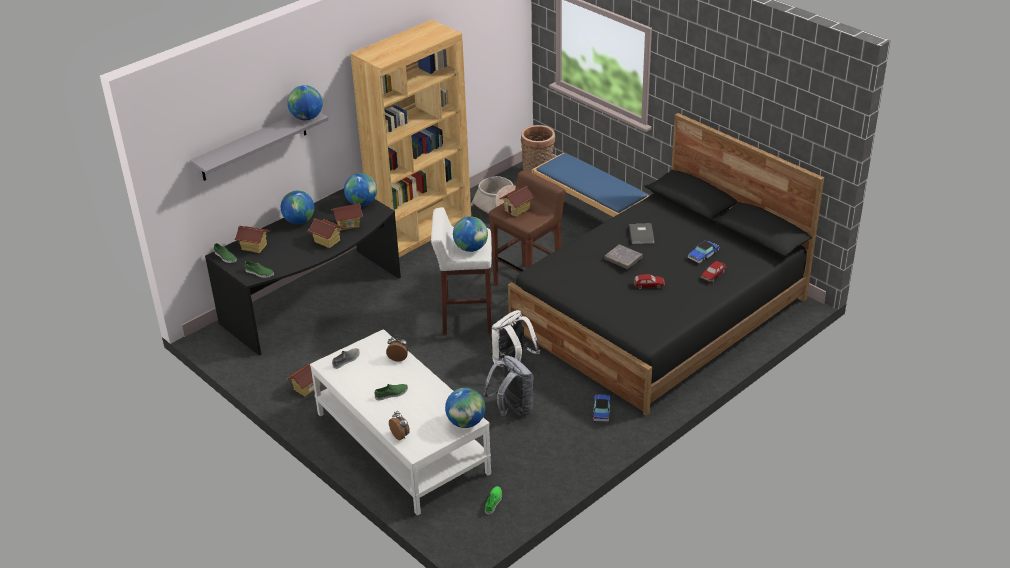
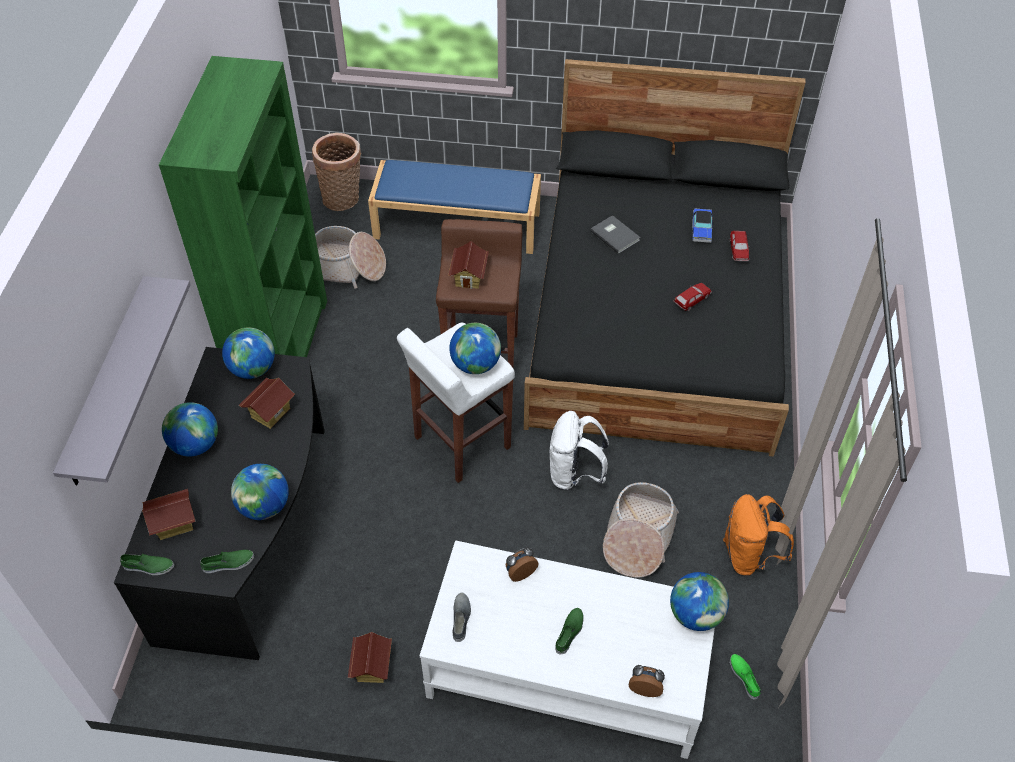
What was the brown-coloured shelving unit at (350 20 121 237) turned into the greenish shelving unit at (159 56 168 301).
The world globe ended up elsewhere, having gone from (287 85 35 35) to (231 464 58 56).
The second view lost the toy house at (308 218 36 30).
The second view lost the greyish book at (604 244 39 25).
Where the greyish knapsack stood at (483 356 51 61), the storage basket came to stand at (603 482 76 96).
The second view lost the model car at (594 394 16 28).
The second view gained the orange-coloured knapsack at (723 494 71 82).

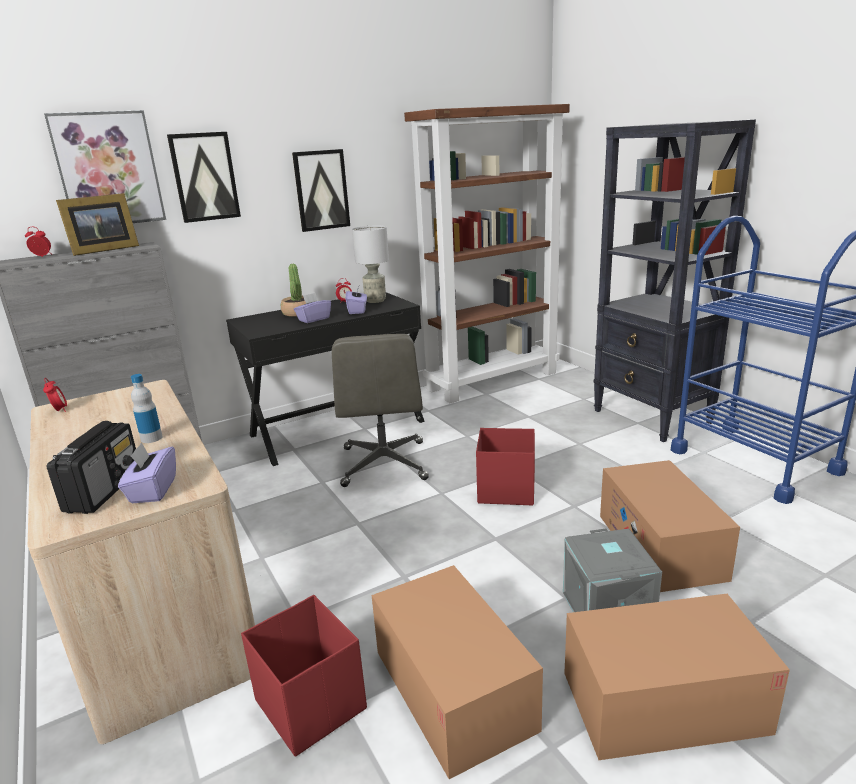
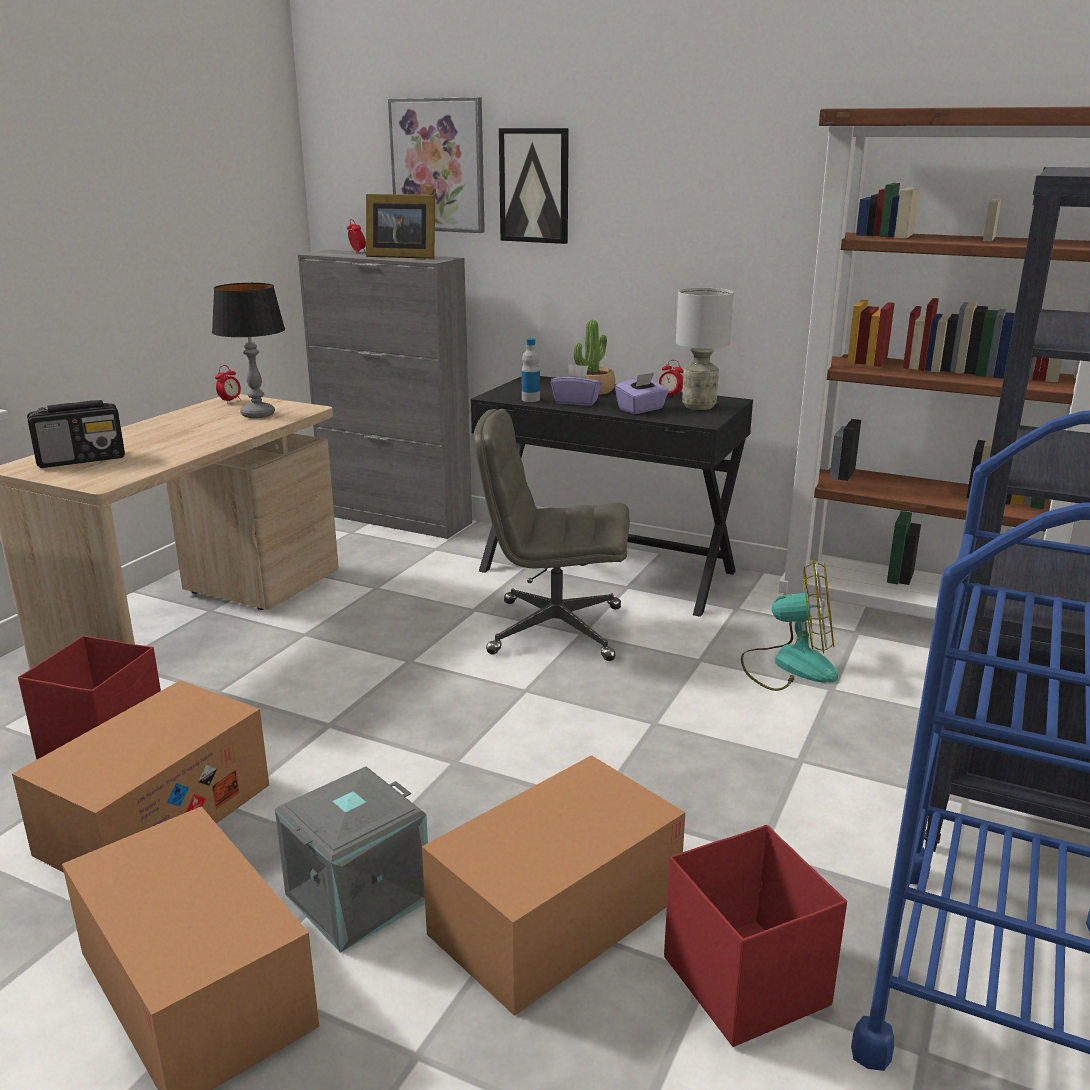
The second view lost the picture at (292 149 58 83).
The greyish office chair at (332 334 97 153) ended up facing another way, 45 degrees clockwise from before.
The bottle ended up elsewhere, having gone from (131 374 32 69) to (521 338 19 64).
The reddish storage bin ended up elsewhere, having gone from (476 428 59 77) to (664 825 183 222).
The second view lost the purple box of tissues at (118 442 58 61).
The second view gained the table lamp at (212 283 73 135).
The second view gained the fan at (741 558 97 133).

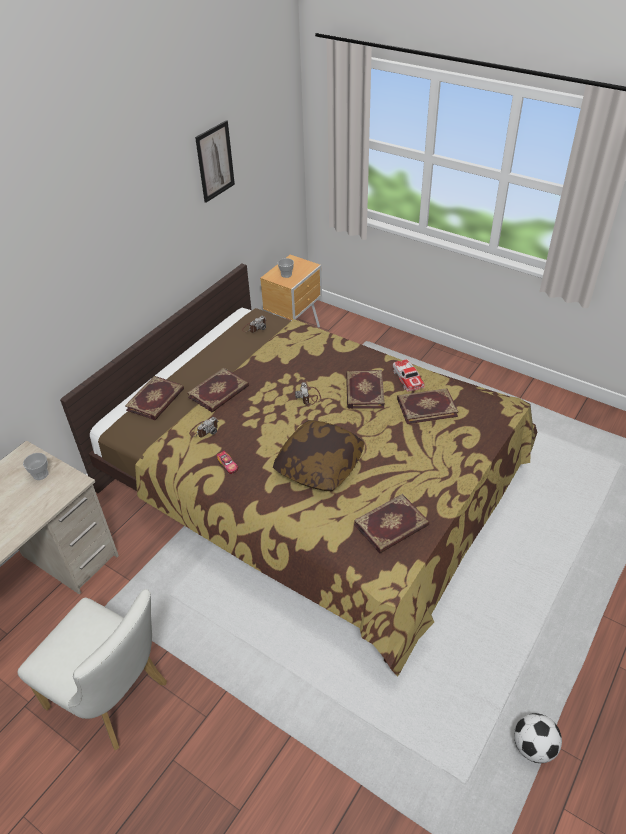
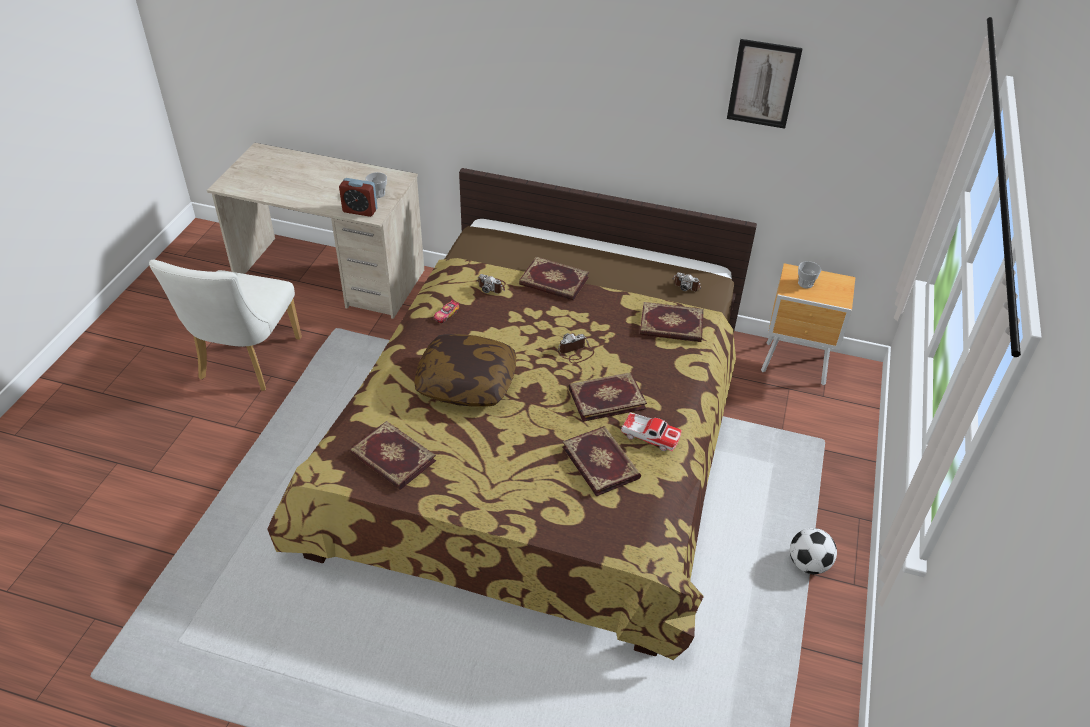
The model car at (393 359 32 33) ended up facing another way, 120 degrees counterclockwise from before.
The book ended up elsewhere, having gone from (125 376 59 44) to (640 302 64 40).
The football ended up elsewhere, having gone from (514 713 48 50) to (790 528 47 46).
The second view gained the table clock at (339 178 38 39).

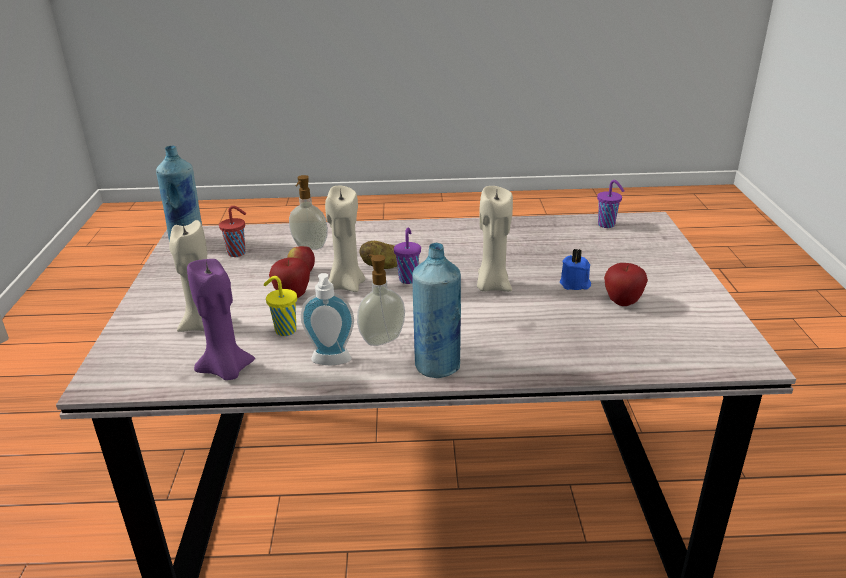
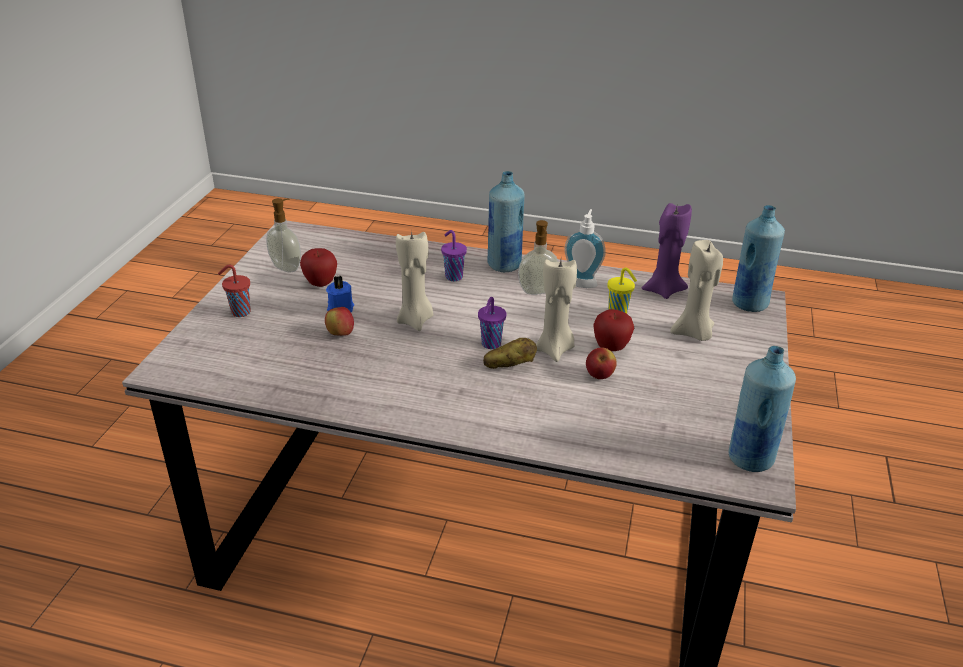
The soap dispenser ended up elsewhere, having gone from (289 175 39 75) to (266 198 35 74).
The purple cup ended up elsewhere, having gone from (597 180 28 48) to (441 230 26 51).
The reddish cup ended up elsewhere, having gone from (219 206 27 51) to (218 265 33 52).
The second view gained the bluish bottle at (732 205 53 107).
The second view gained the apple at (325 307 29 29).

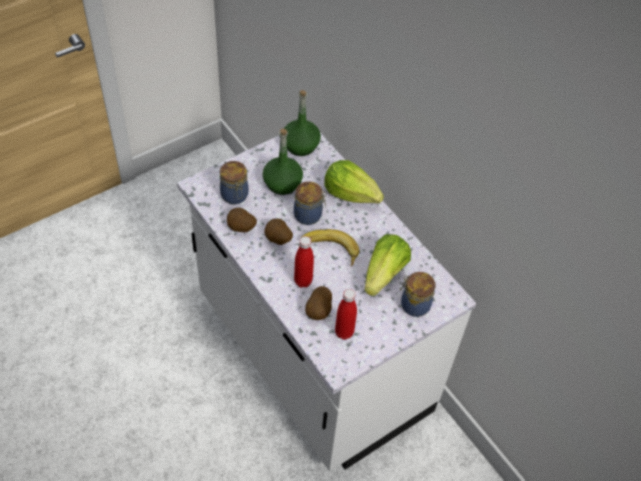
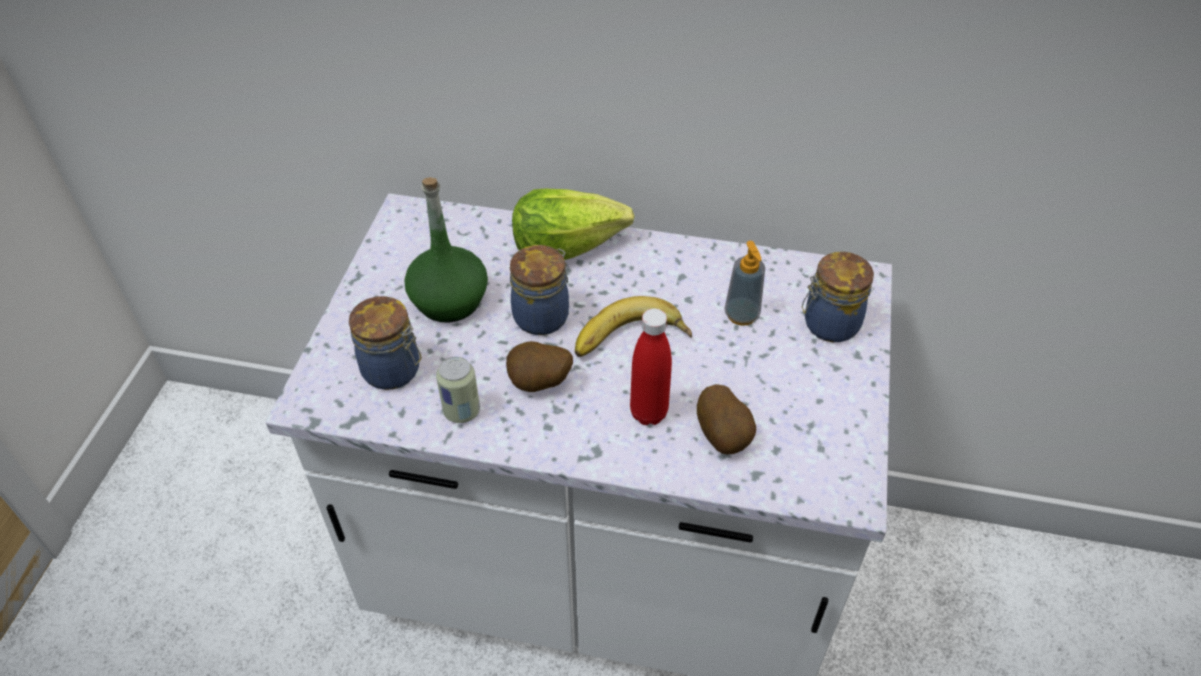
The second view lost the greenish bottle at (284 90 37 66).
Where the spud stood at (227 208 30 25), the sealed can came to stand at (436 357 44 66).
Where the lettuce head stood at (365 234 46 62), the soap dispenser came to stand at (724 241 41 85).
The second view lost the reddish bottle at (335 289 22 51).

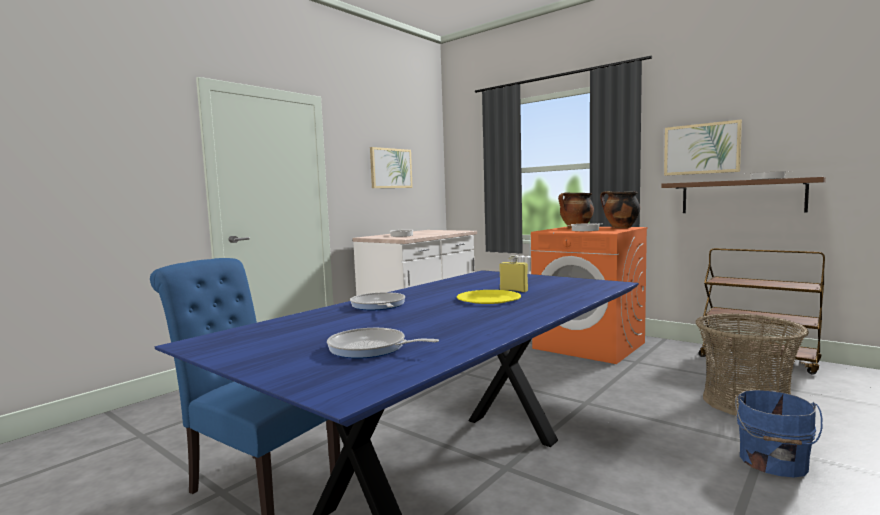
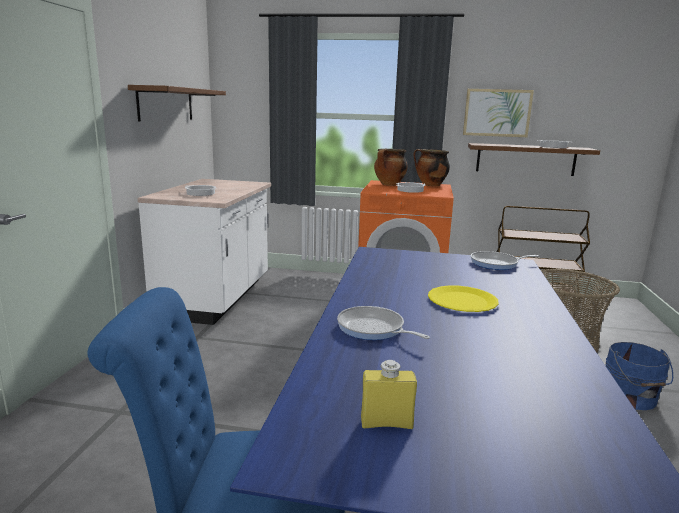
Where the picture hung at (370 147 43 41), the brown-coloured wall shelf came to hang at (128 85 98 36).
The yellowish bottle ended up elsewhere, having gone from (499 255 29 37) to (361 360 56 69).
The frying pan ended up elsewhere, having gone from (327 328 112 31) to (471 251 67 19).

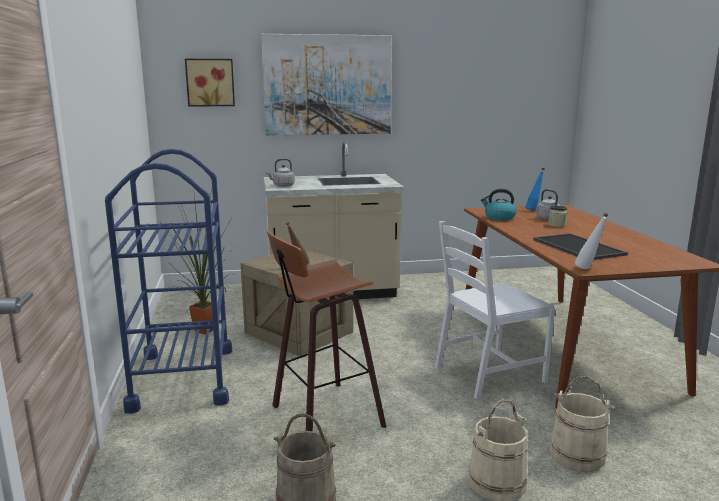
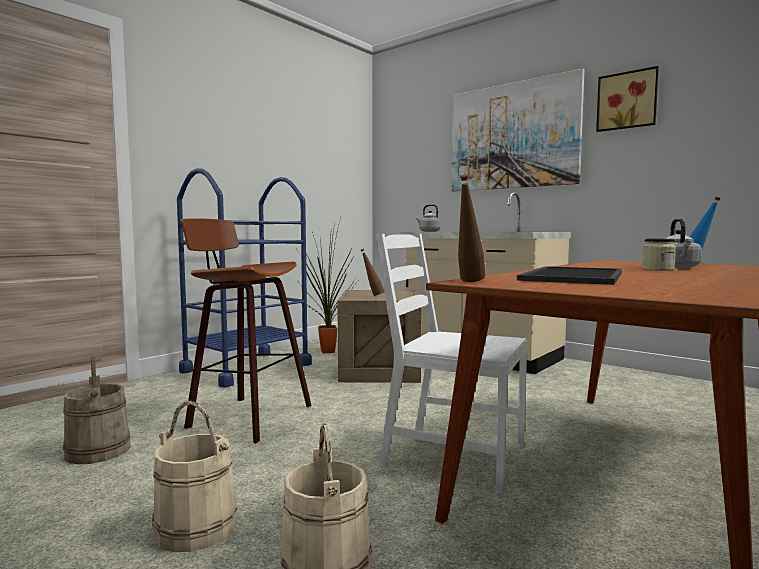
The picture ended up elsewhere, having gone from (185 59 50 48) to (596 66 63 66).
The second view lost the tea kettle at (481 188 36 32).
What was the white bottle at (575 212 34 57) turned into the brown-coloured bottle at (458 174 27 108).

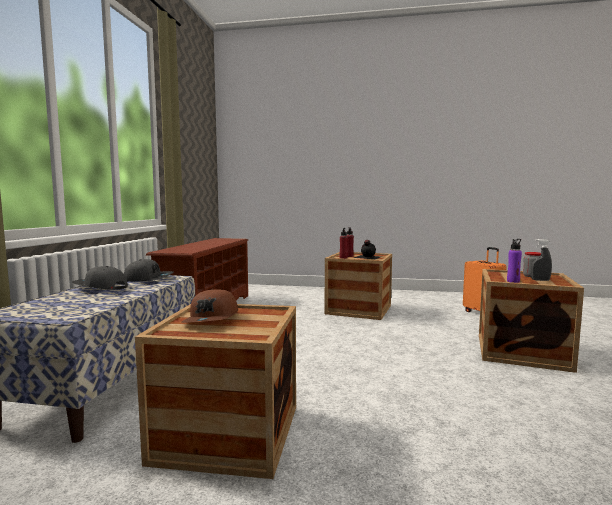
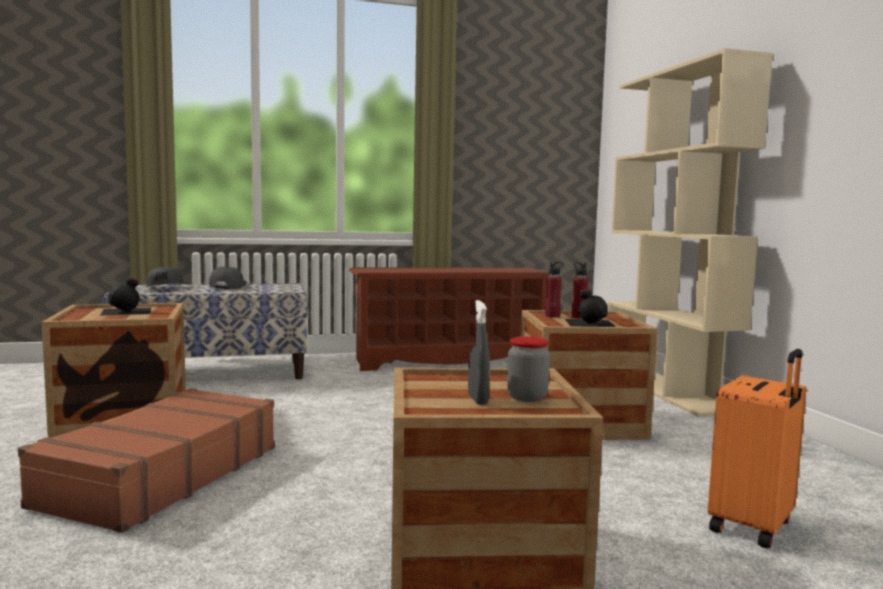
The second view lost the purple bottle at (507 239 15 44).
The greyish peaked cap ended up elsewhere, having gone from (124 259 49 23) to (146 266 37 21).
Where the brown-coloured peaked cap stood at (181 289 57 34), the black bottle came to stand at (100 277 51 39).
The second view gained the sand-coloured shelving unit at (607 48 166 369).
The second view gained the brown-coloured suitcase at (18 388 257 145).

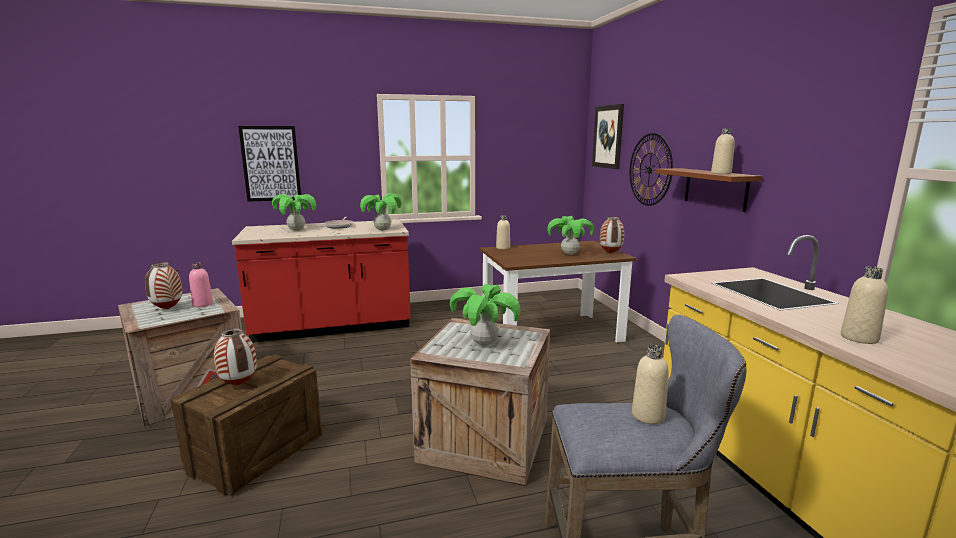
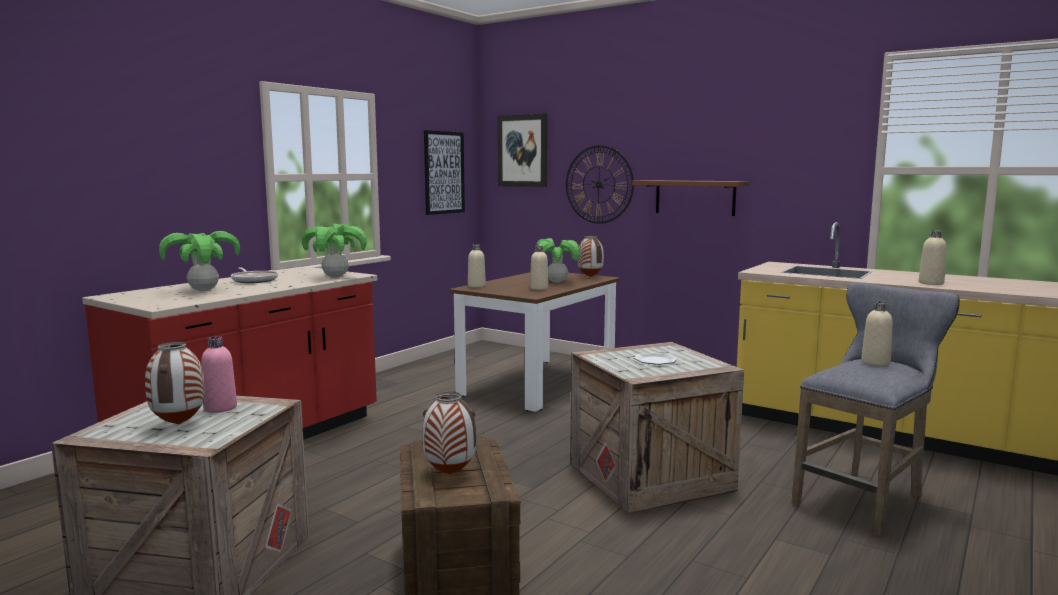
The picture ended up elsewhere, having gone from (238 126 63 76) to (424 130 41 85).
The sand-coloured bottle ended up elsewhere, having gone from (711 128 24 46) to (530 246 18 44).
Where the potted plant stood at (450 284 70 62), the dinner plate came to stand at (634 353 43 12).

